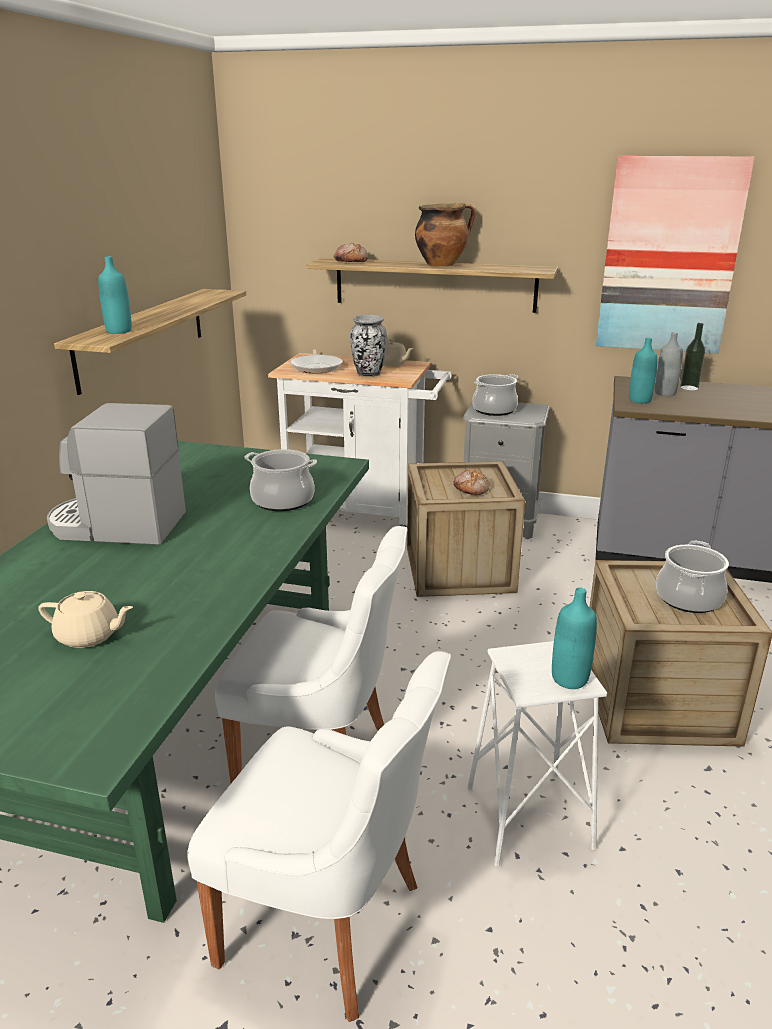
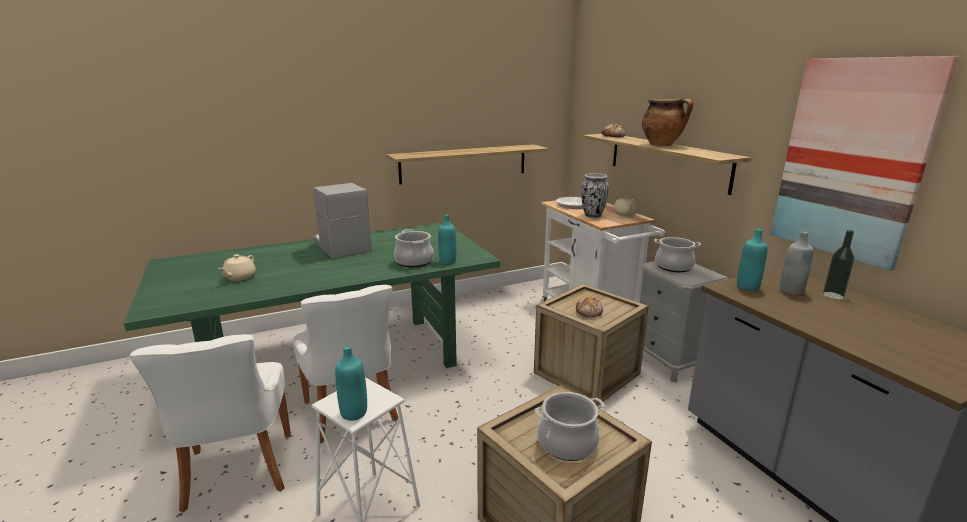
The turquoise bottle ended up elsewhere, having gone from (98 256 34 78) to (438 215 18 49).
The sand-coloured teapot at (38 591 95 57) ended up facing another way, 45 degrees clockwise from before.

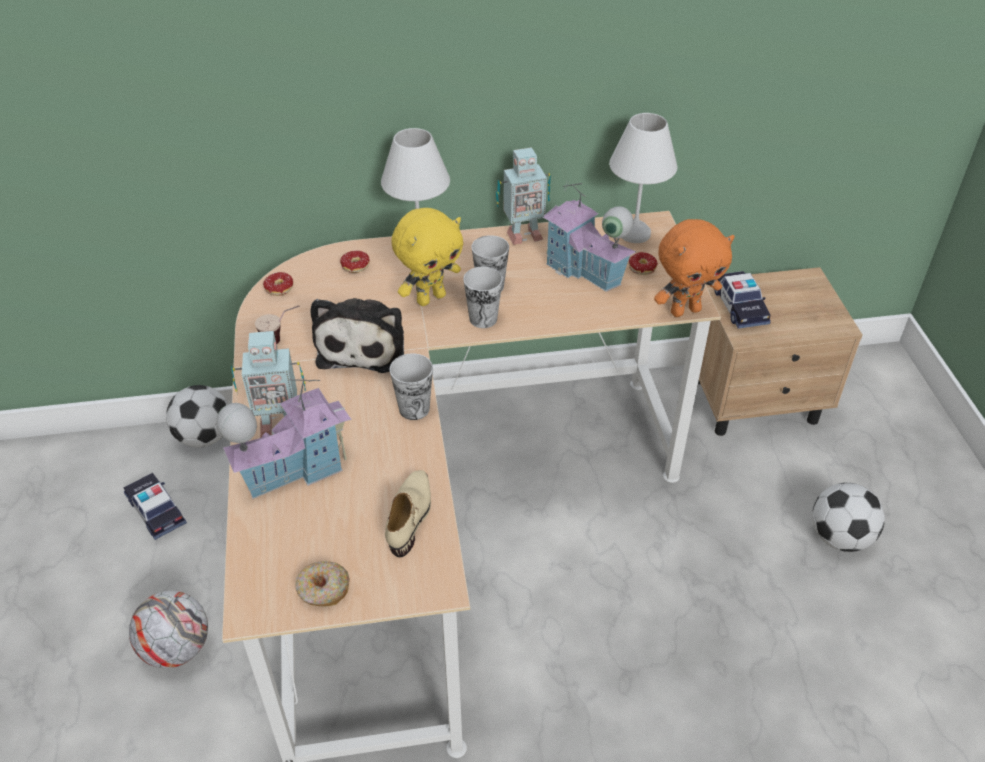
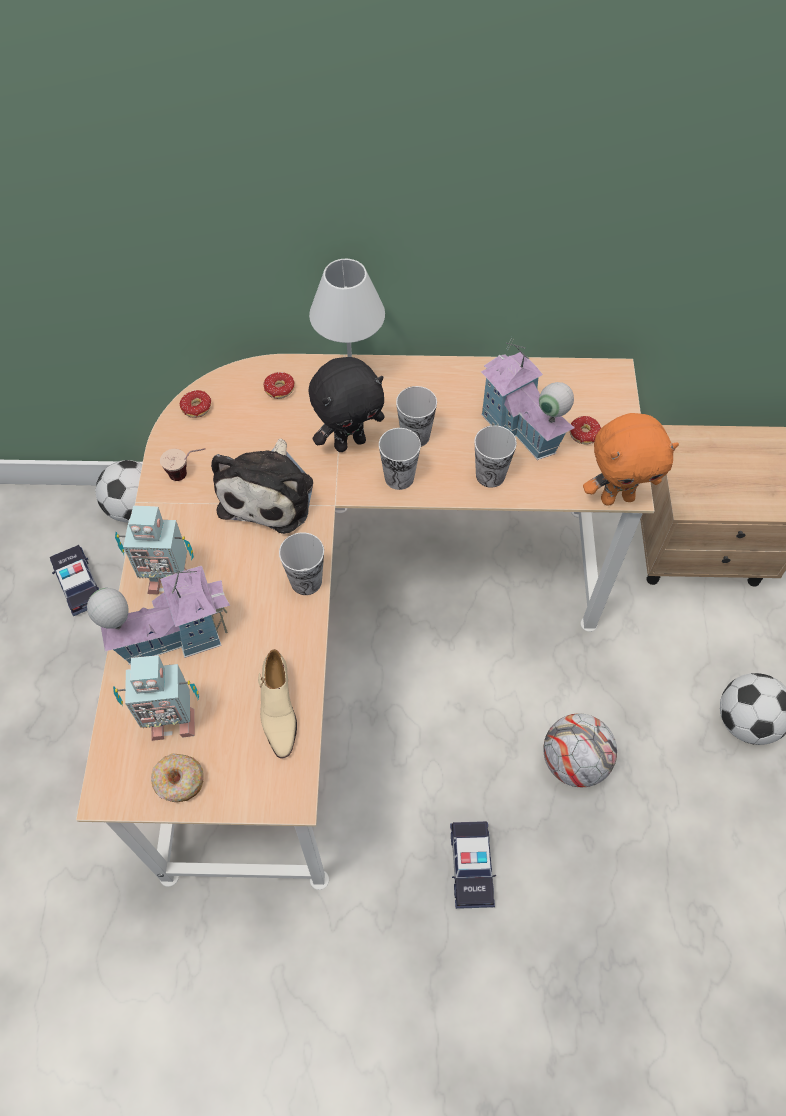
The second view lost the white table lamp at (609 113 69 130).
The robot figure ended up elsewhere, having gone from (496 147 55 98) to (113 655 86 86).
What was the yellowish soft toy at (391 208 72 98) turned into the black soft toy at (309 357 75 95).
The model car ended up elsewhere, having gone from (714 271 57 58) to (450 821 46 88).
The sand-coloured shoe at (385 470 46 87) ended up facing another way, 150 degrees clockwise from before.
The football ended up elsewhere, having gone from (129 591 79 77) to (543 714 74 73).
The second view gained the cup at (474 426 43 62).

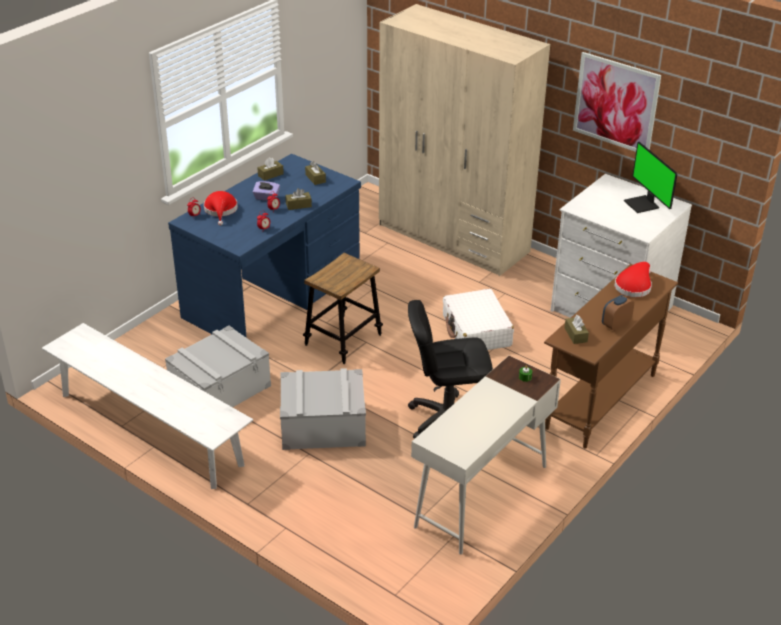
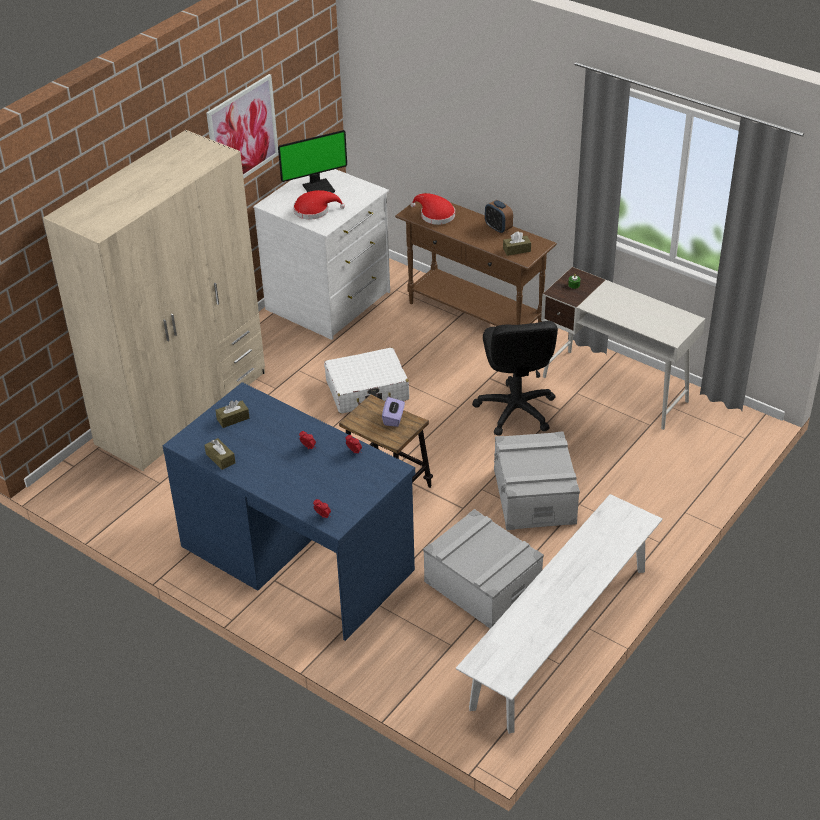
The purple box of tissues ended up elsewhere, having gone from (253 181 27 20) to (382 397 23 30).
The second view lost the brown-coloured box of tissues at (285 188 27 22).
The reddish wearable hat ended up elsewhere, having gone from (204 191 34 35) to (293 190 52 30).

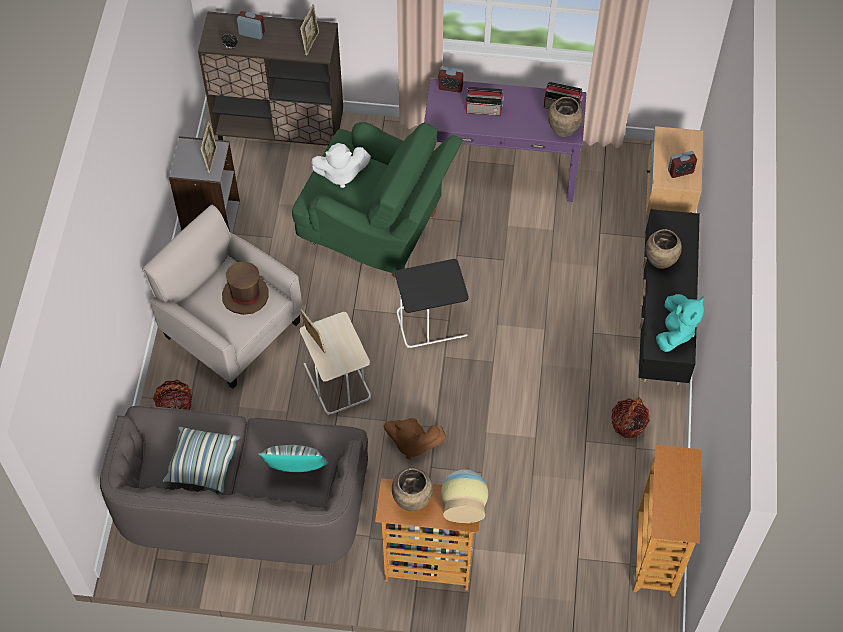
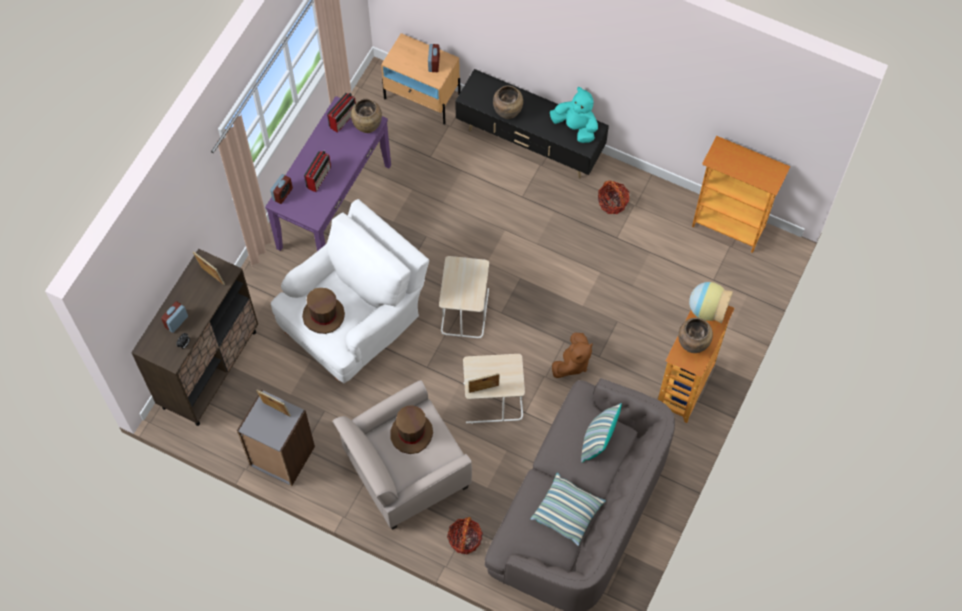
What was the greenish easy chair at (292 122 171 156) turned into the white easy chair at (271 199 158 184).
Where the white soft toy stood at (311 143 60 45), the brown-coloured wearable hat came to stand at (302 288 43 46).
What was the black side table at (395 259 74 89) turned into the sand-coloured side table at (439 256 50 82).

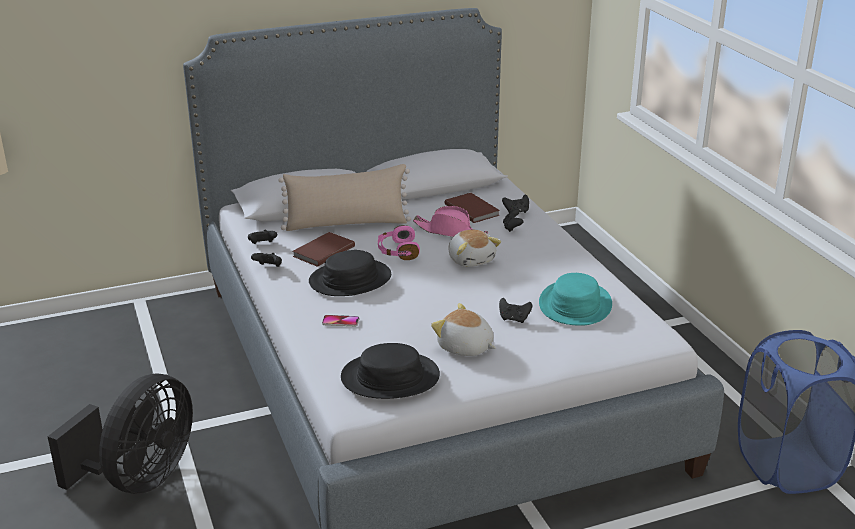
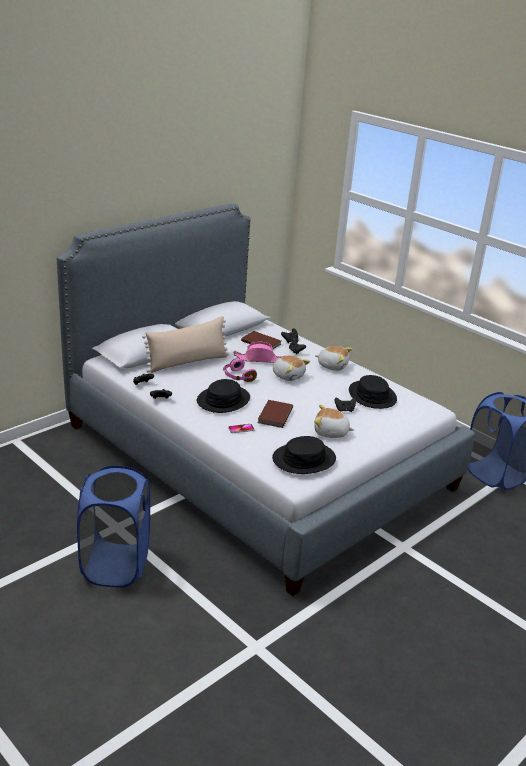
The brown-coloured book ended up elsewhere, having gone from (293 232 62 35) to (258 400 35 28).
What was the turquoise wearable hat at (539 273 73 53) turned into the black wearable hat at (349 375 48 34).
Where the black fan stood at (48 373 145 121), the bluish washing basket came to stand at (77 466 73 122).
The second view gained the soft toy at (315 346 37 25).

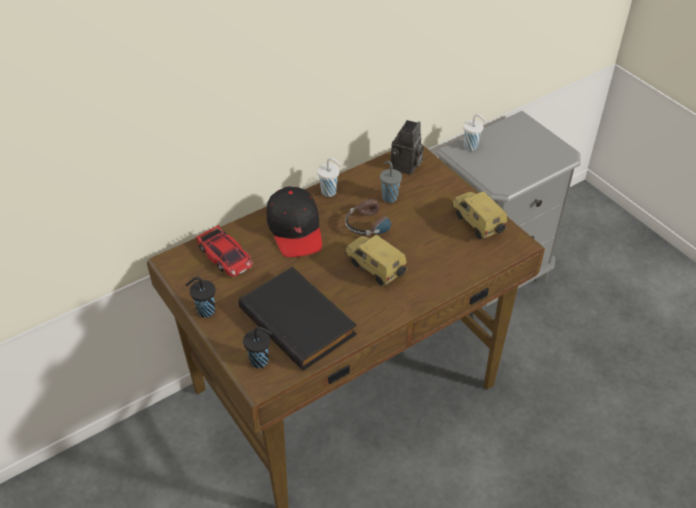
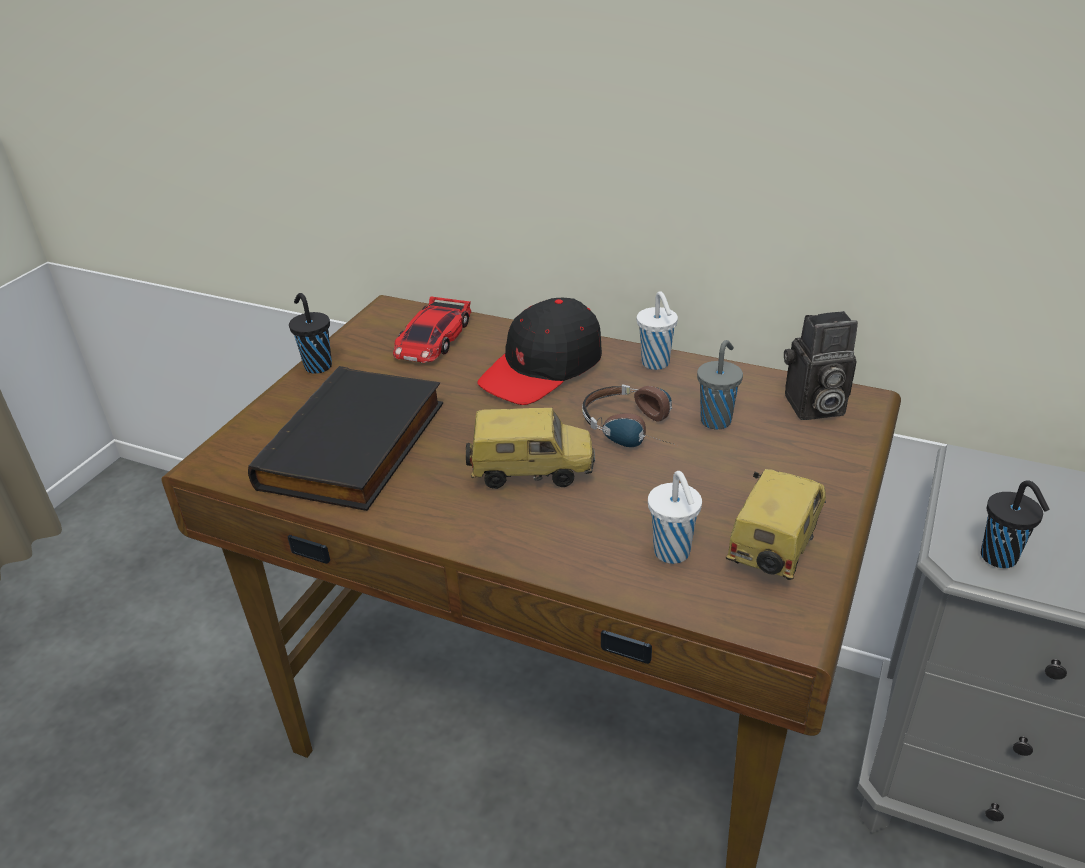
The white cup ended up elsewhere, having gone from (463 114 23 37) to (648 471 54 93).
The model car at (345 235 62 51) ended up facing another way, 75 degrees clockwise from before.
The black cup ended up elsewhere, having gone from (243 327 29 41) to (981 480 69 88).

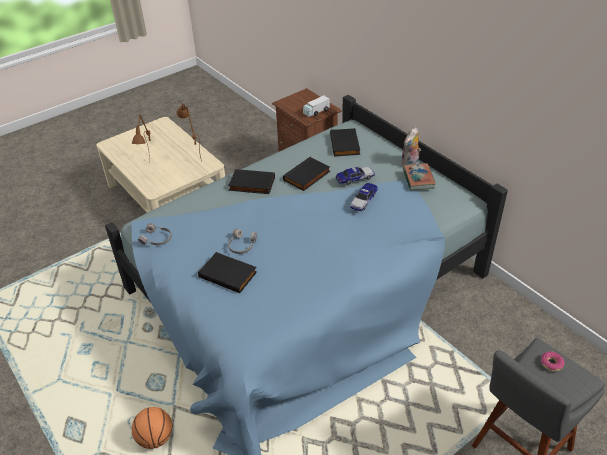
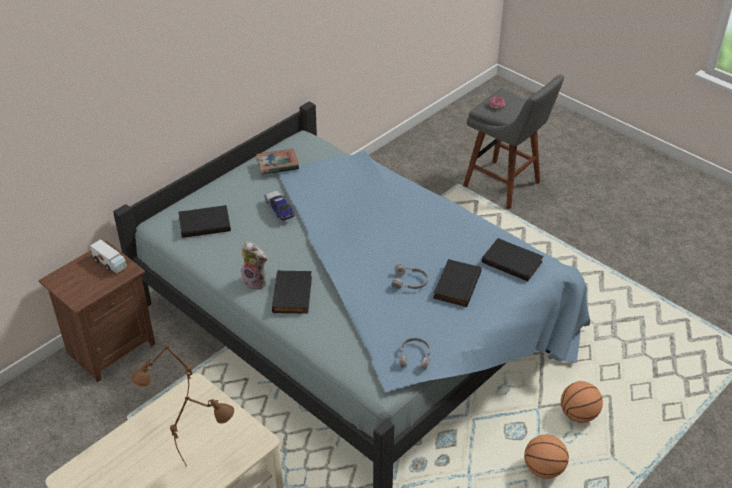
The soft toy ended up elsewhere, having gone from (401 127 20 39) to (241 241 26 49).
The black book ended up elsewhere, having gone from (283 157 47 34) to (482 238 61 43).
The second view lost the model car at (350 183 28 28).
The second view gained the ball for basketball at (524 435 45 44).

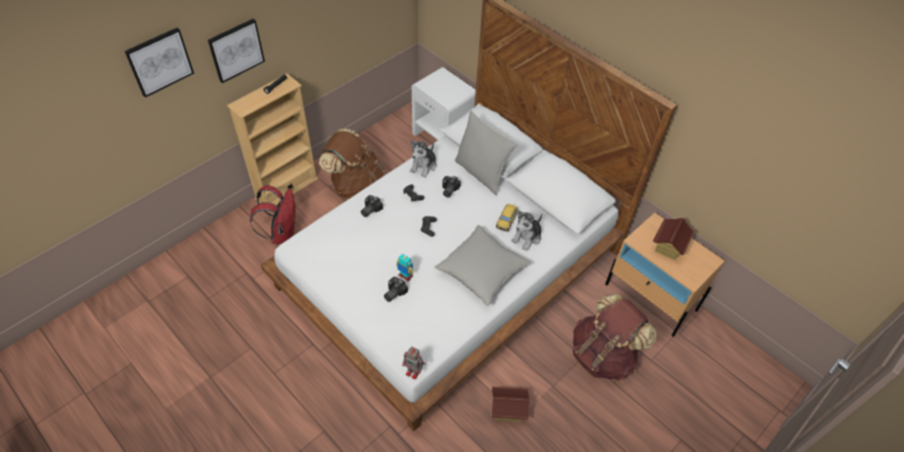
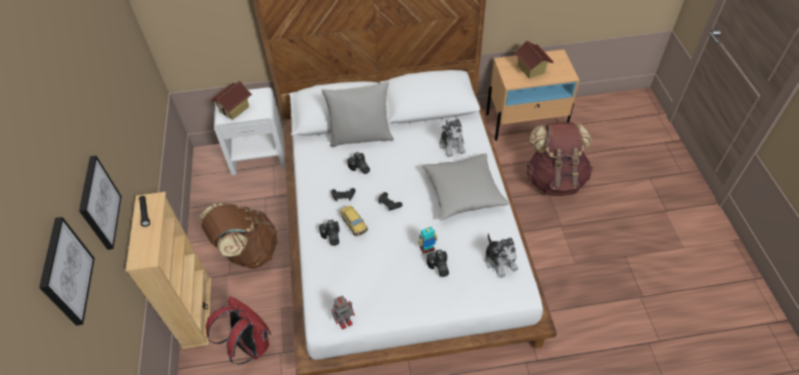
The soft toy ended up elsewhere, having gone from (410 140 27 38) to (485 233 33 45).
The model car ended up elsewhere, having gone from (496 204 22 27) to (340 206 28 30).
The robot figure ended up elsewhere, having gone from (402 346 23 34) to (331 295 24 35).
The toy house ended up elsewhere, having gone from (492 387 38 35) to (209 81 43 39).

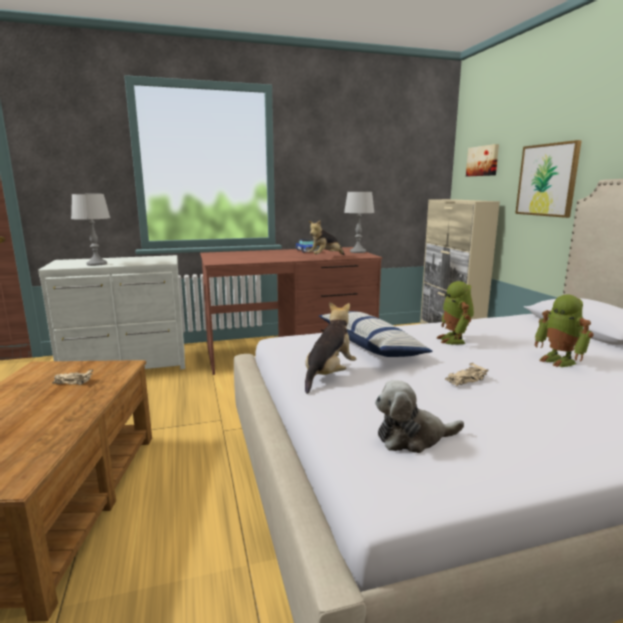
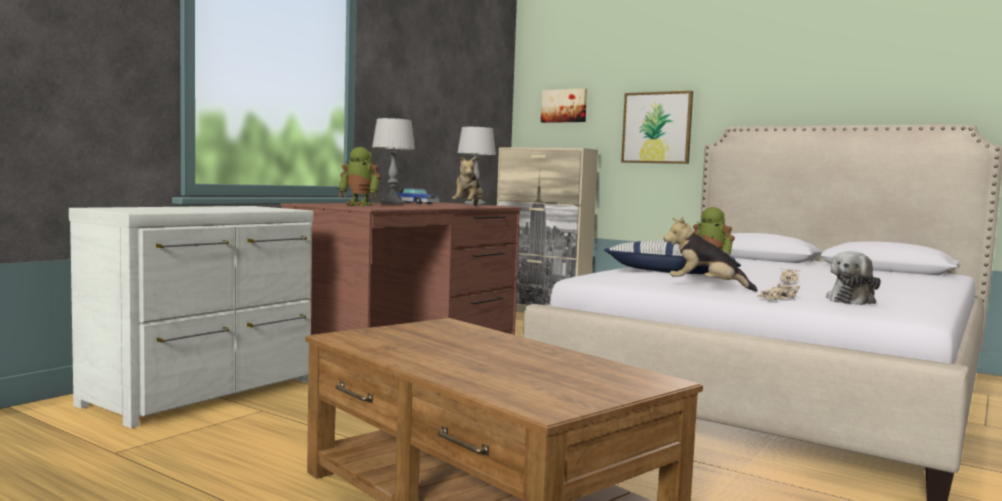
The greyish table lamp ended up elsewhere, having gone from (71 194 39 72) to (372 118 43 87).
The robot figure ended up elsewhere, having gone from (535 295 58 72) to (338 147 43 59).
The soft toy at (305 302 51 92) ended up facing another way, 60 degrees counterclockwise from before.
The sand-coloured model car ended up elsewhere, having gone from (52 369 41 16) to (757 283 43 17).

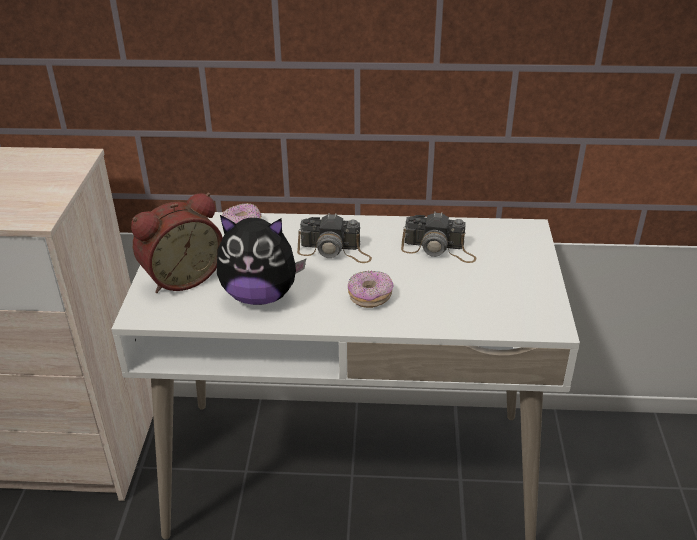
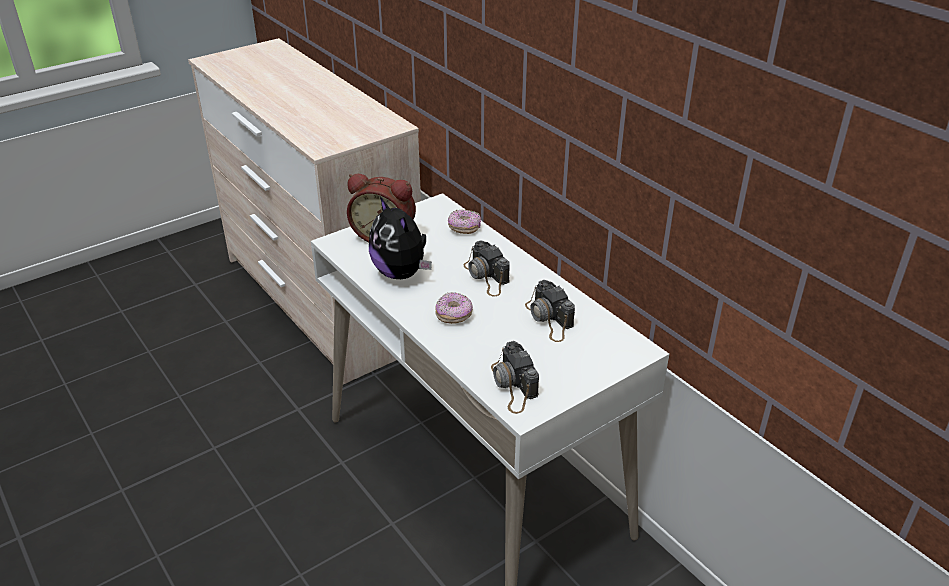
The second view gained the still camera at (491 341 48 73).

